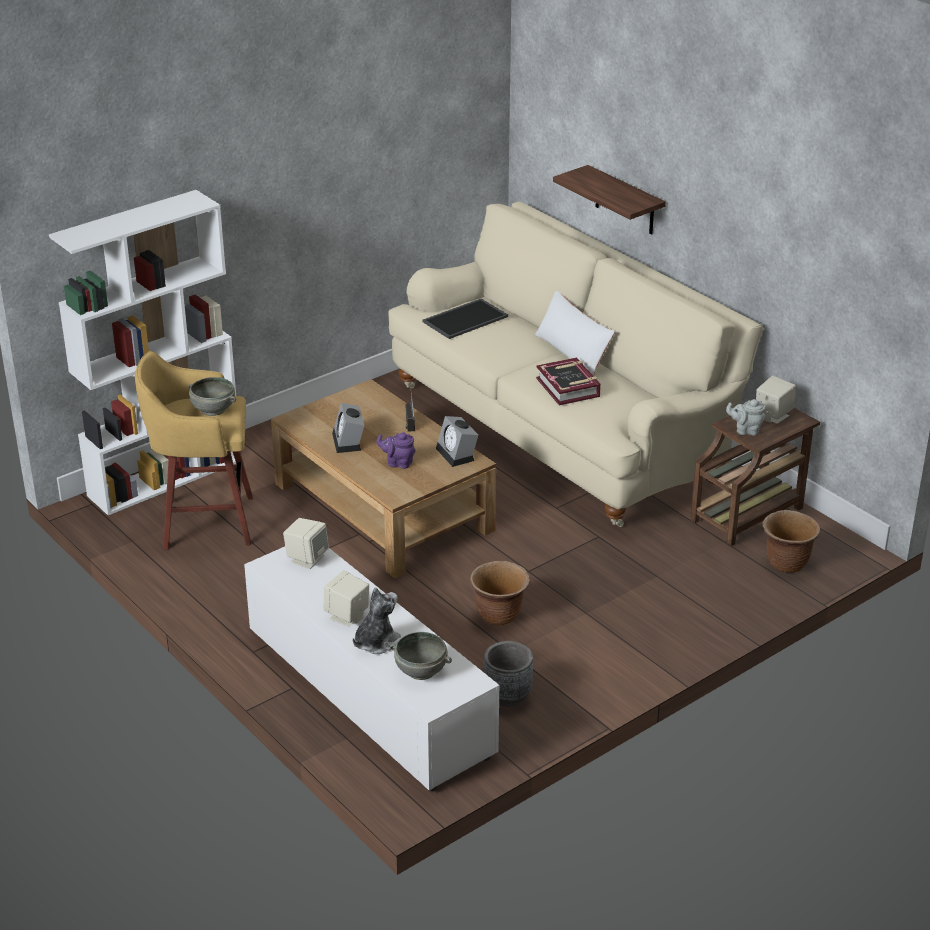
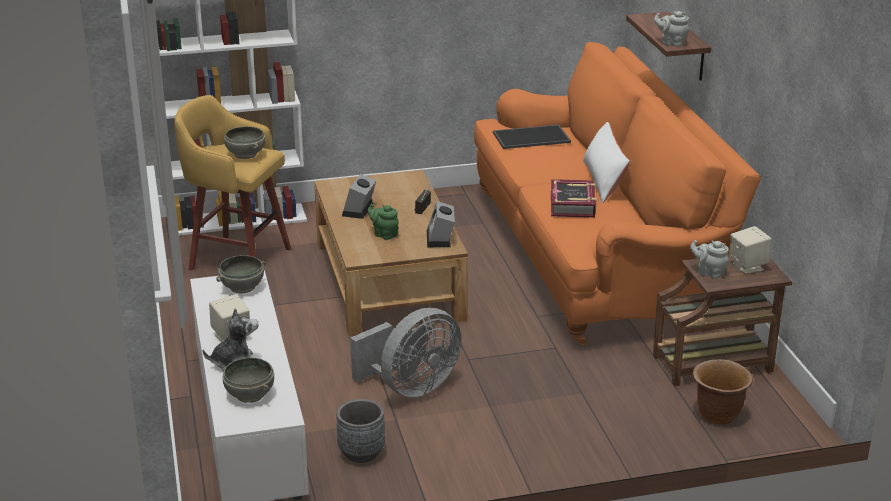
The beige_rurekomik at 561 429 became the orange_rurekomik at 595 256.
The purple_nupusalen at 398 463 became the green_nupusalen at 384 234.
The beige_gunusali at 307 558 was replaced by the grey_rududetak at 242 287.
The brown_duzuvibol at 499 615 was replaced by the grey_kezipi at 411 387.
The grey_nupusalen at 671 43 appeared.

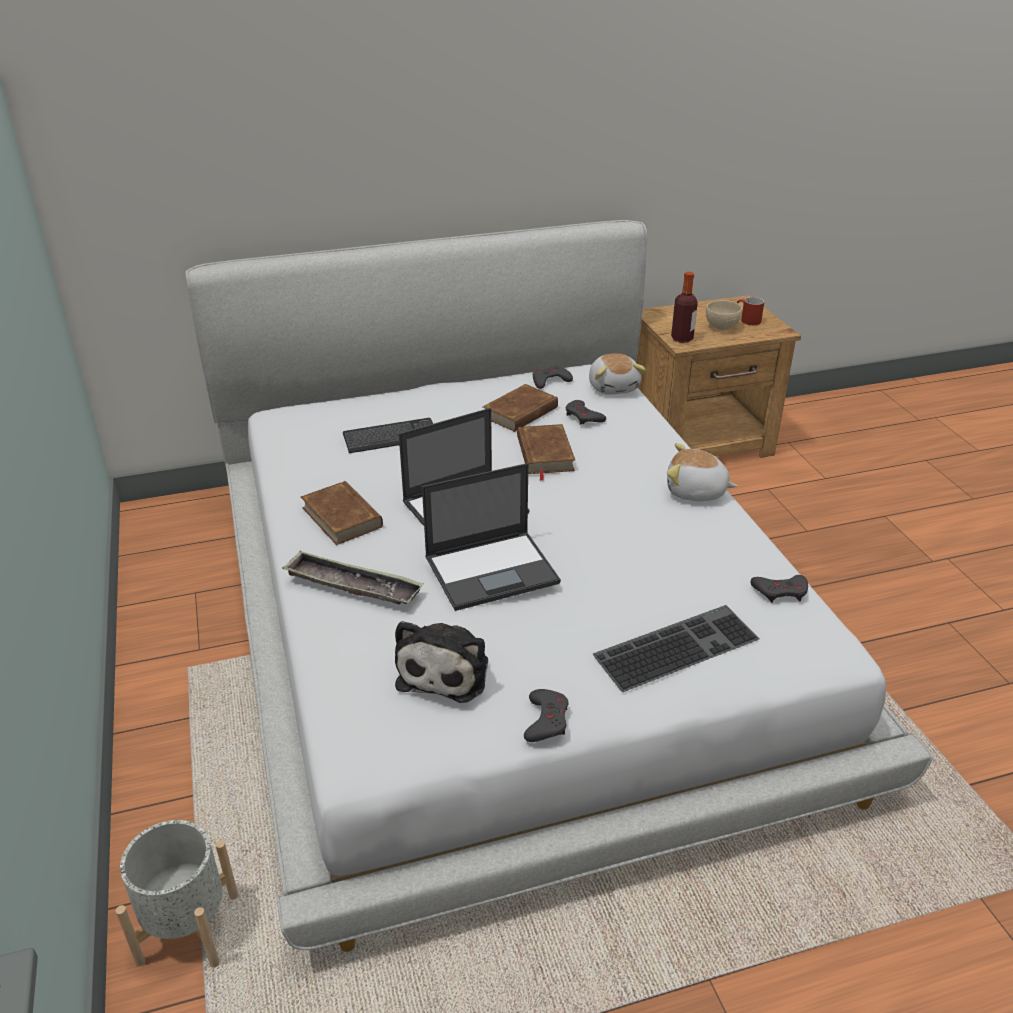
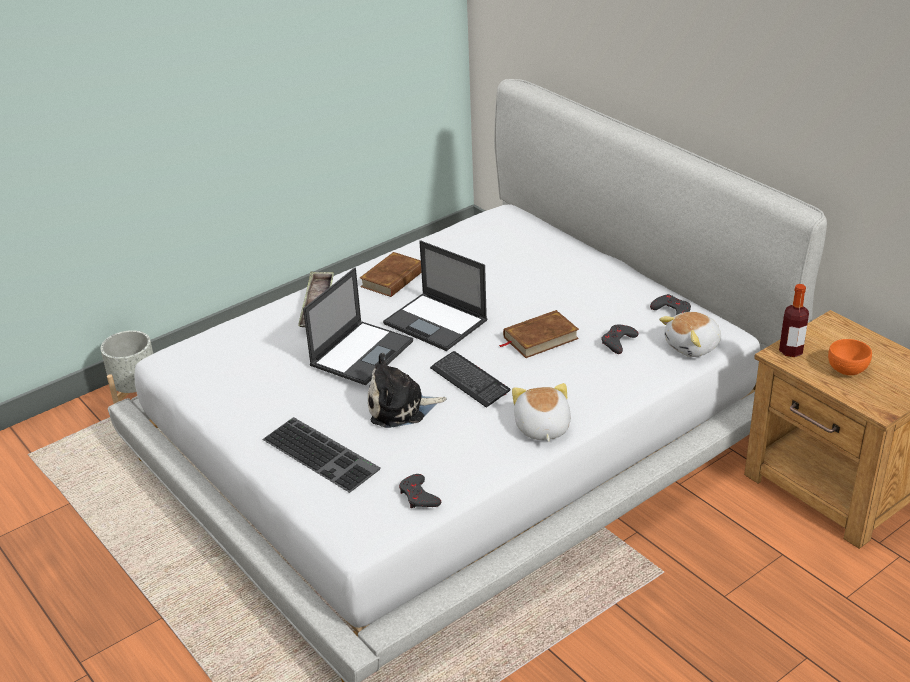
The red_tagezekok at 747 320 disappeared.
The beige_rududetak at 722 327 became the orange_rududetak at 847 371.
The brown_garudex at 521 412 disappeared.
The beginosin moved from 390 437 to 469 381.
The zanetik at 493 570 turned 105 degrees counterclockwise.
The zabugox moved from 446 670 to 400 408.
The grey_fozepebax at 546 720 disappeared.

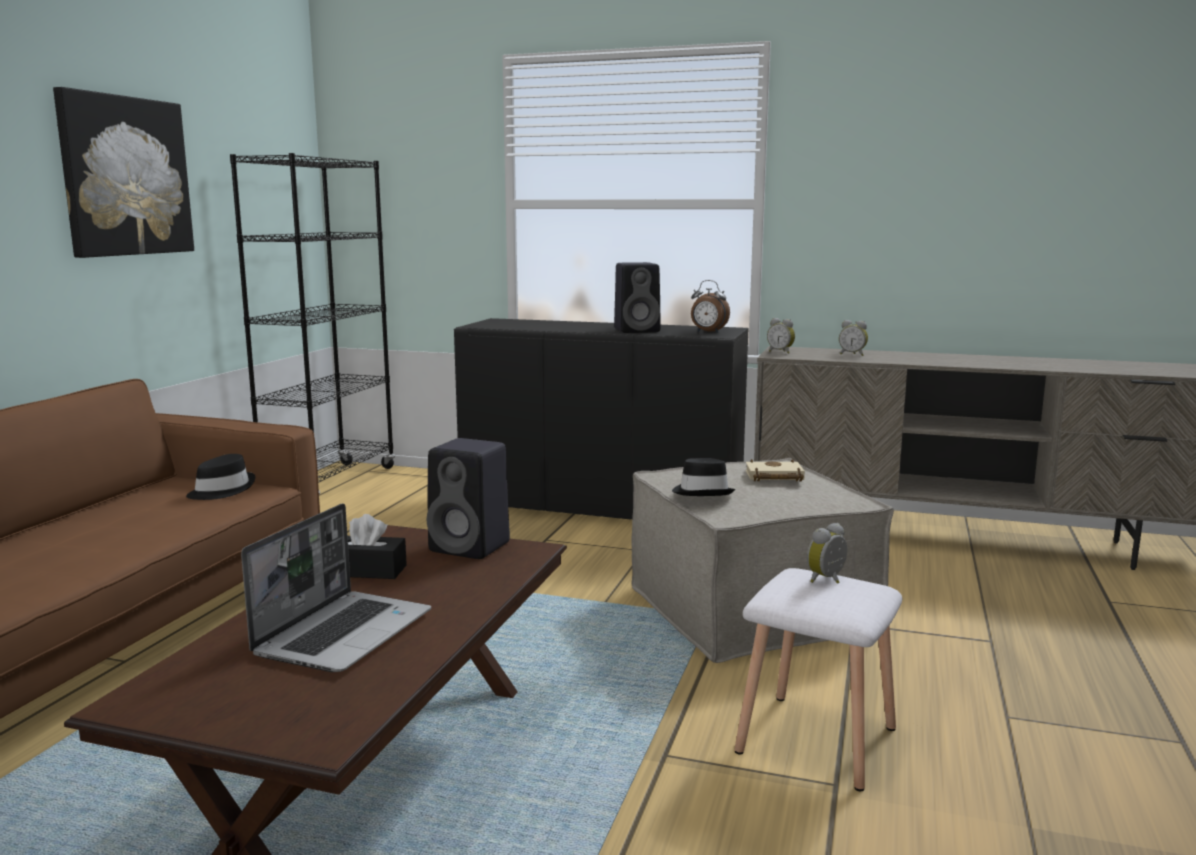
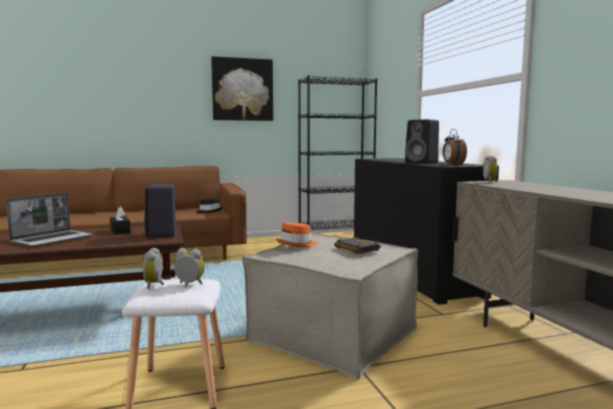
The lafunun moved from 852 354 to 155 285.
The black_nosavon at 703 492 became the orange_nosavon at 297 244.
The beige_garudex at 773 477 became the black_garudex at 355 249.
The zanetik at 344 633 turned 45 degrees counterclockwise.

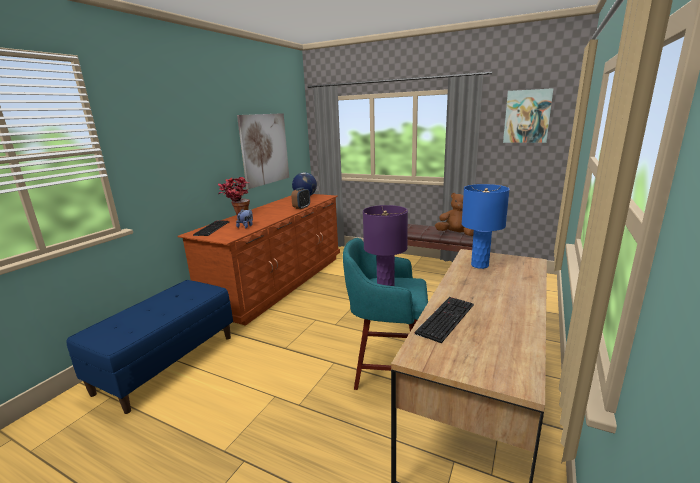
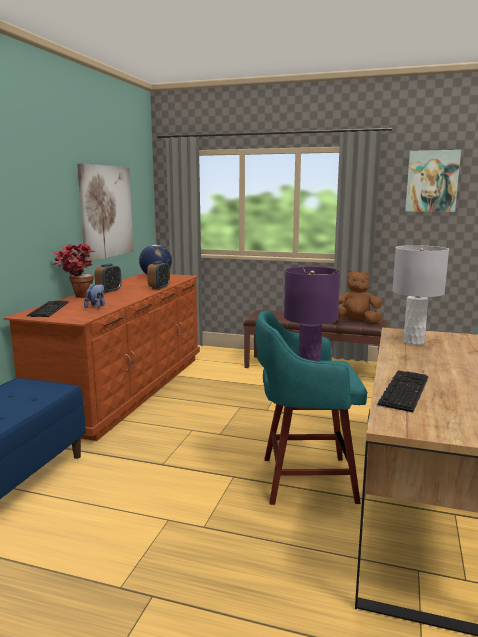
The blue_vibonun at 479 265 became the grey_vibonun at 413 342.
The lafunun at 109 291 appeared.

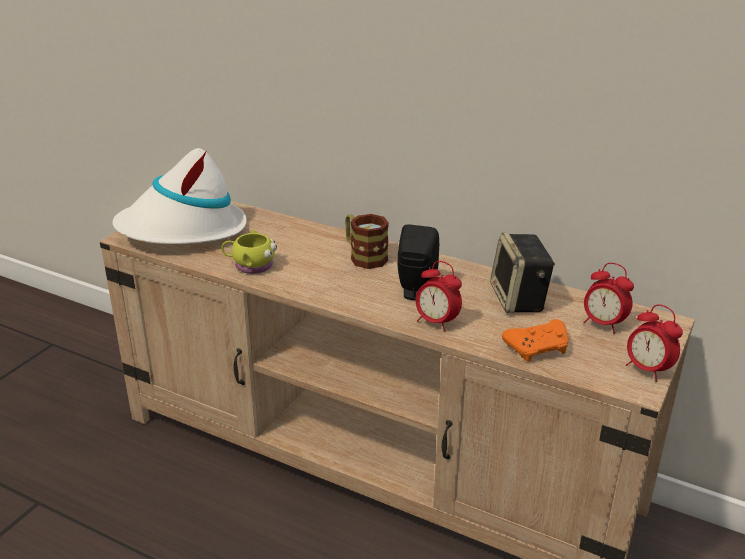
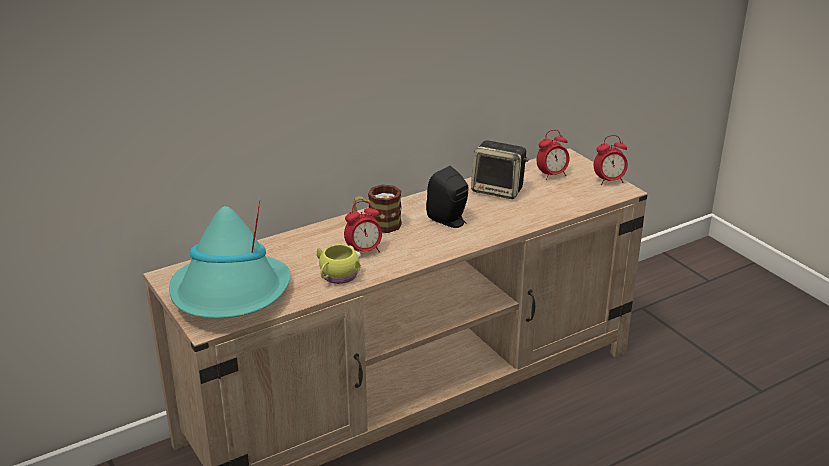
The white_nosavon at 183 230 became the turquoise_nosavon at 231 294.
The lafunun moved from 436 322 to 364 251.
The orange_fozepebax at 538 348 disappeared.

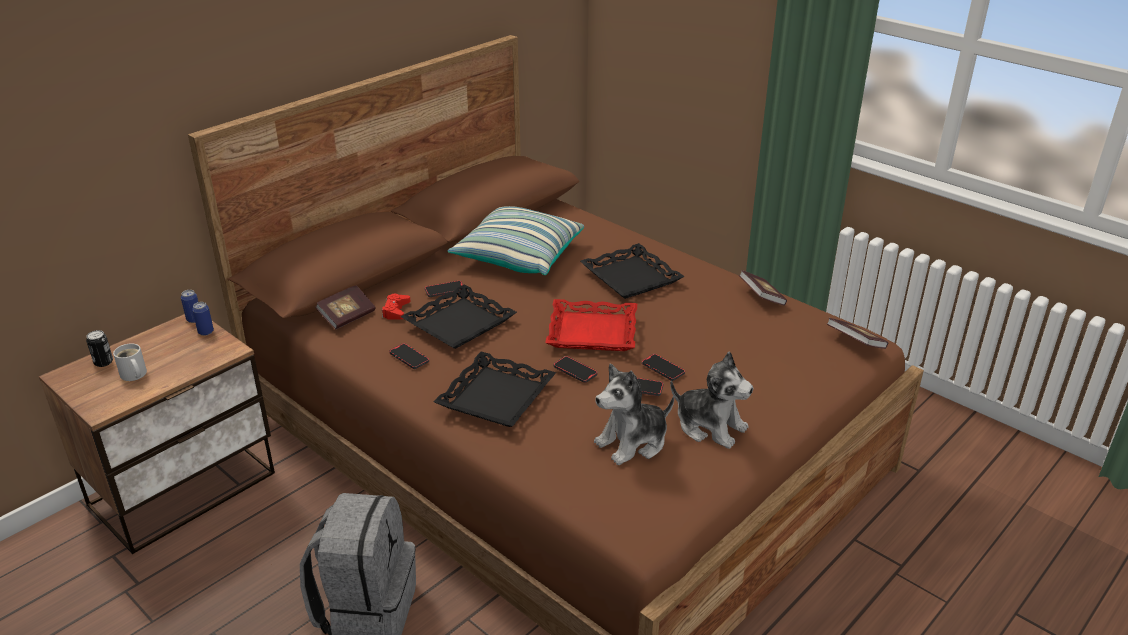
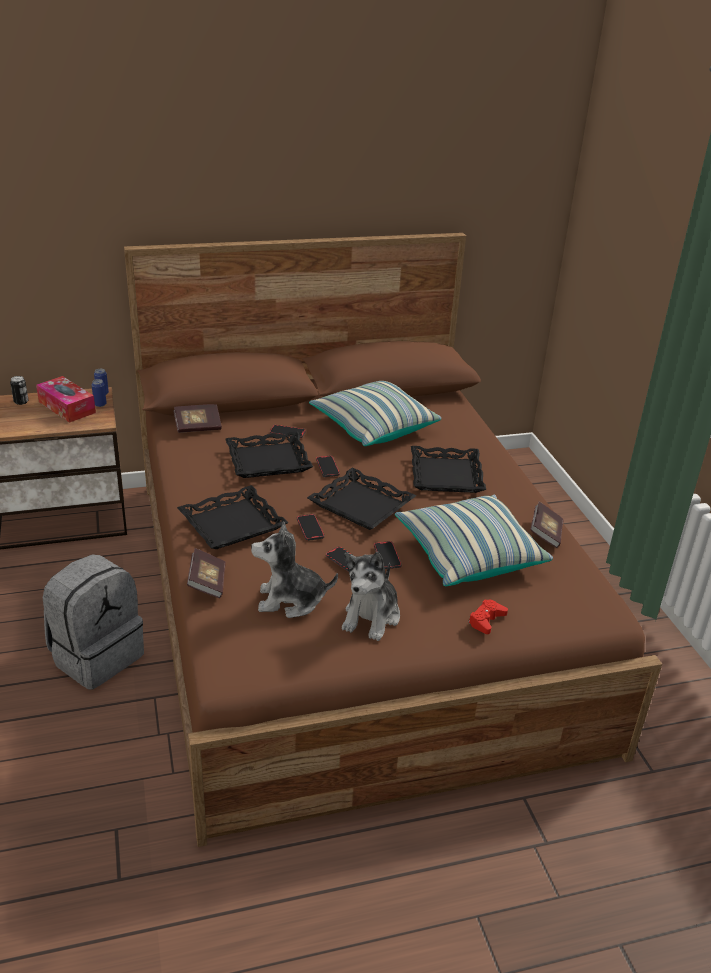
The red_fozepebax moved from 396 311 to 486 620.
The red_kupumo at 592 332 became the black_kupumo at 360 505.
The garudex moved from 855 343 to 207 583.
The white_tagezekok at 133 375 disappeared.
The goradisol moved from 409 358 to 327 468.
The zabugox at 710 426 turned 45 degrees clockwise.
The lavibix at 67 407 appeared.
The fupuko at 468 555 appeared.

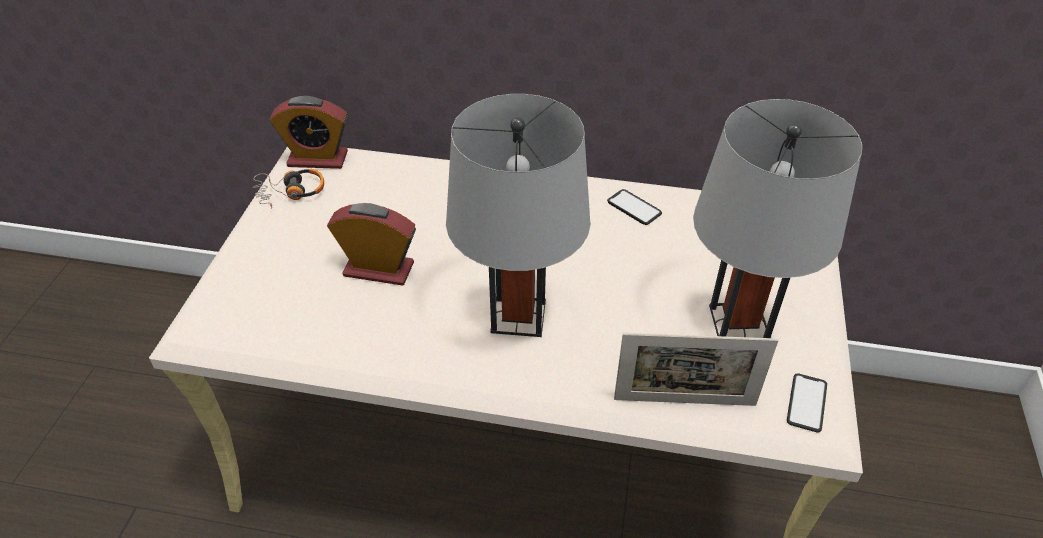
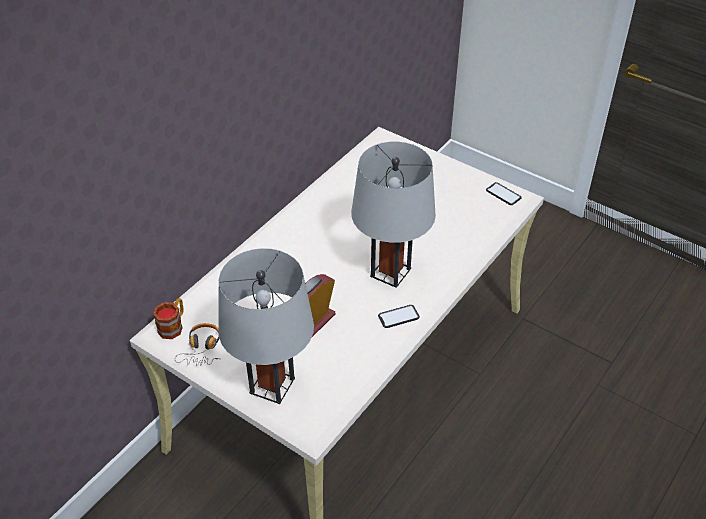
The lafunun at 317 159 was replaced by the tagezekok at 173 326.
The grey_vibonun moved from 738 323 to 272 386.
The goradisol moved from 634 208 to 398 317.
The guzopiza at 684 402 disappeared.

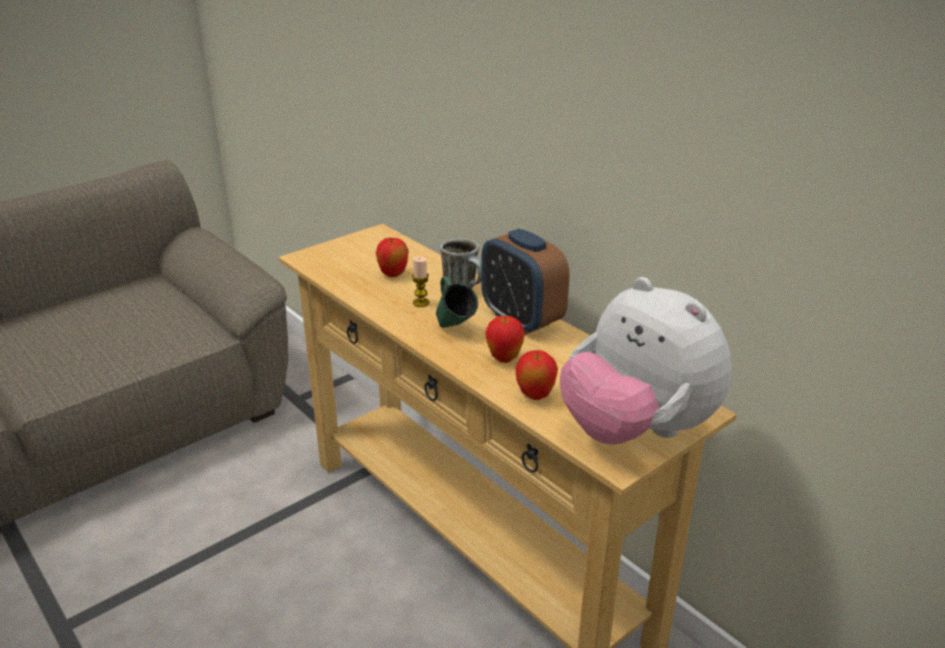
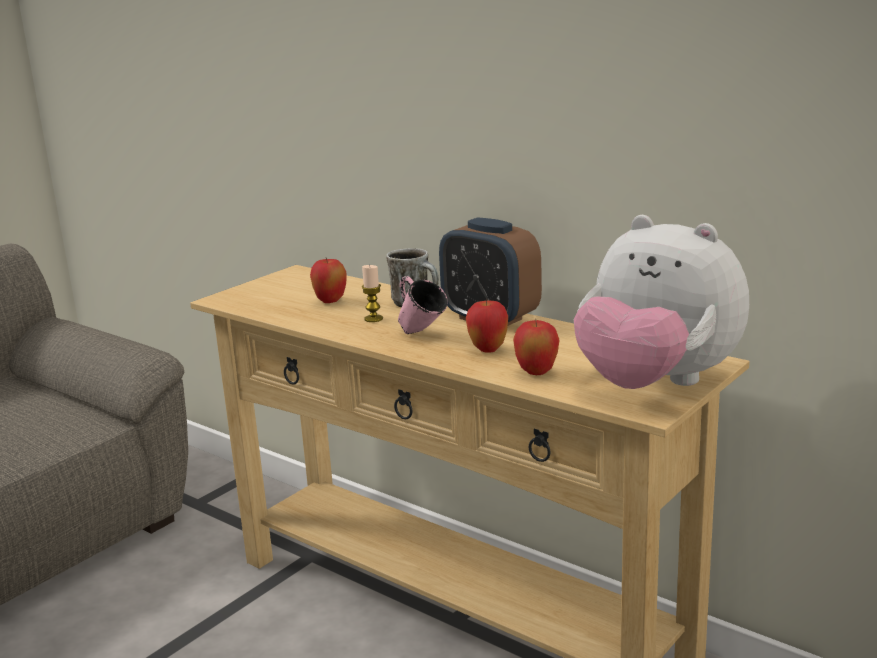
The green_tagezekok at 454 329 became the pink_tagezekok at 421 334.

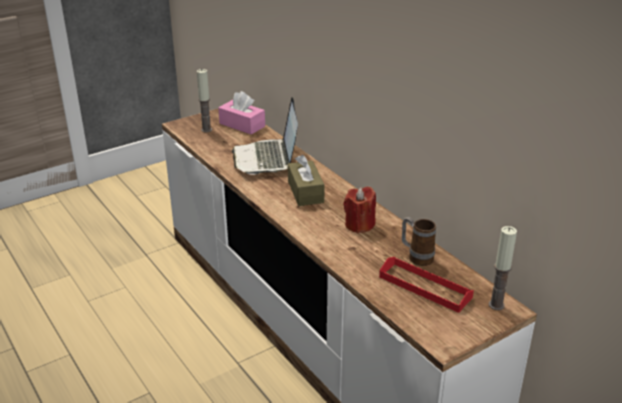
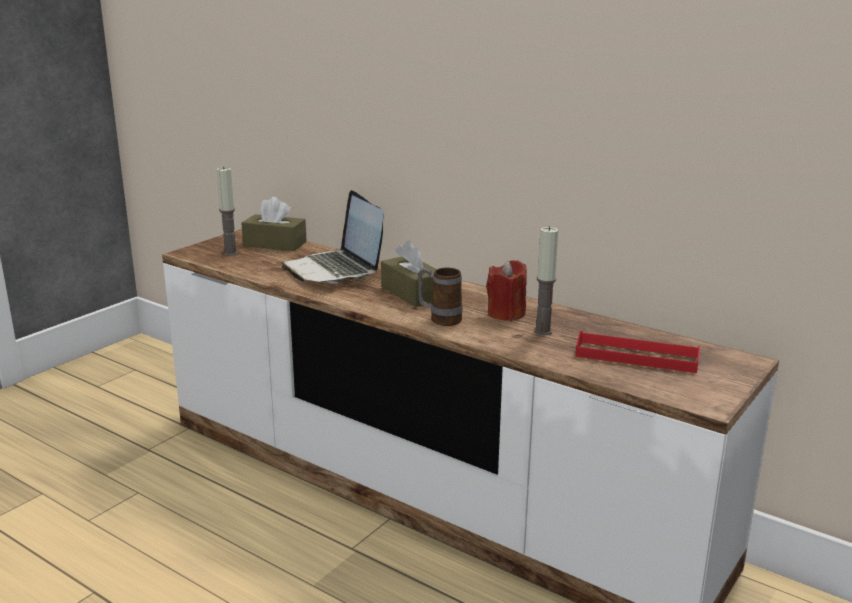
The pink_lavibix at 242 125 became the brown_lavibix at 275 244.
The tagezekok moved from 416 257 to 439 319.
The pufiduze moved from 496 305 to 543 331.

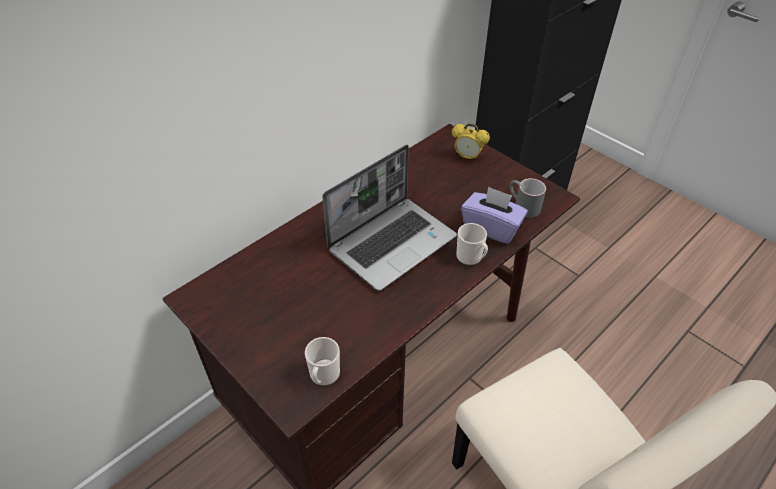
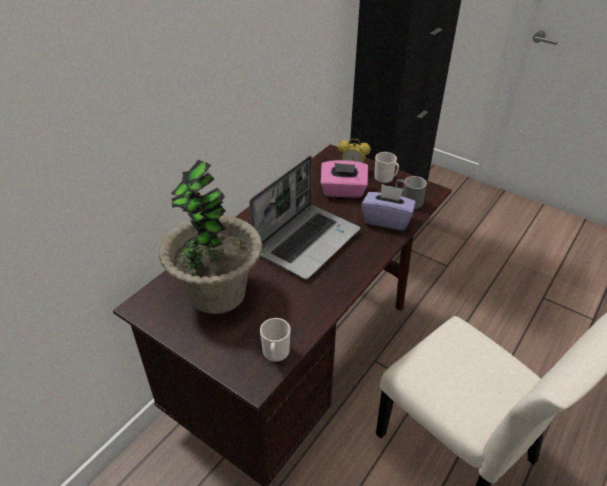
The tagezekok moved from 471 257 to 385 178.
The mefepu at 217 293 appeared.
The pink_lavibix at 343 191 appeared.

